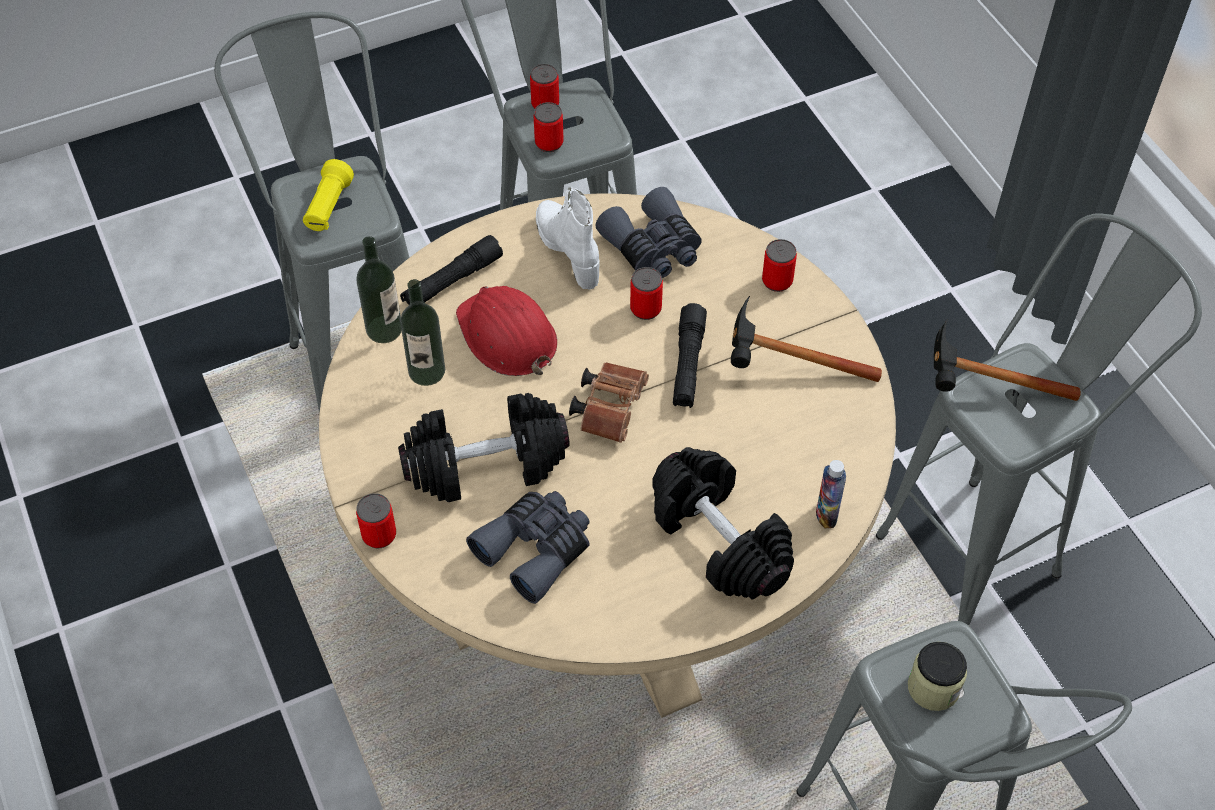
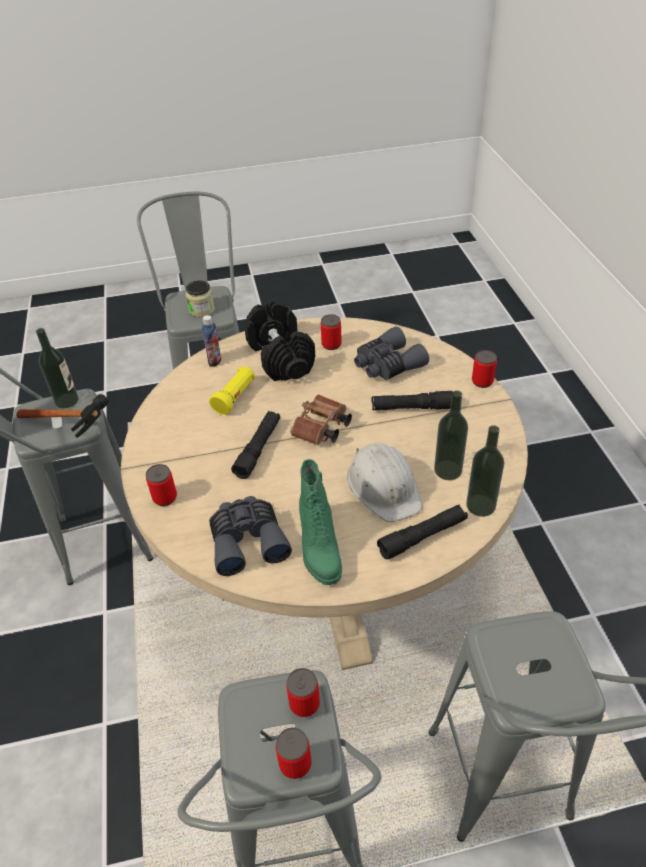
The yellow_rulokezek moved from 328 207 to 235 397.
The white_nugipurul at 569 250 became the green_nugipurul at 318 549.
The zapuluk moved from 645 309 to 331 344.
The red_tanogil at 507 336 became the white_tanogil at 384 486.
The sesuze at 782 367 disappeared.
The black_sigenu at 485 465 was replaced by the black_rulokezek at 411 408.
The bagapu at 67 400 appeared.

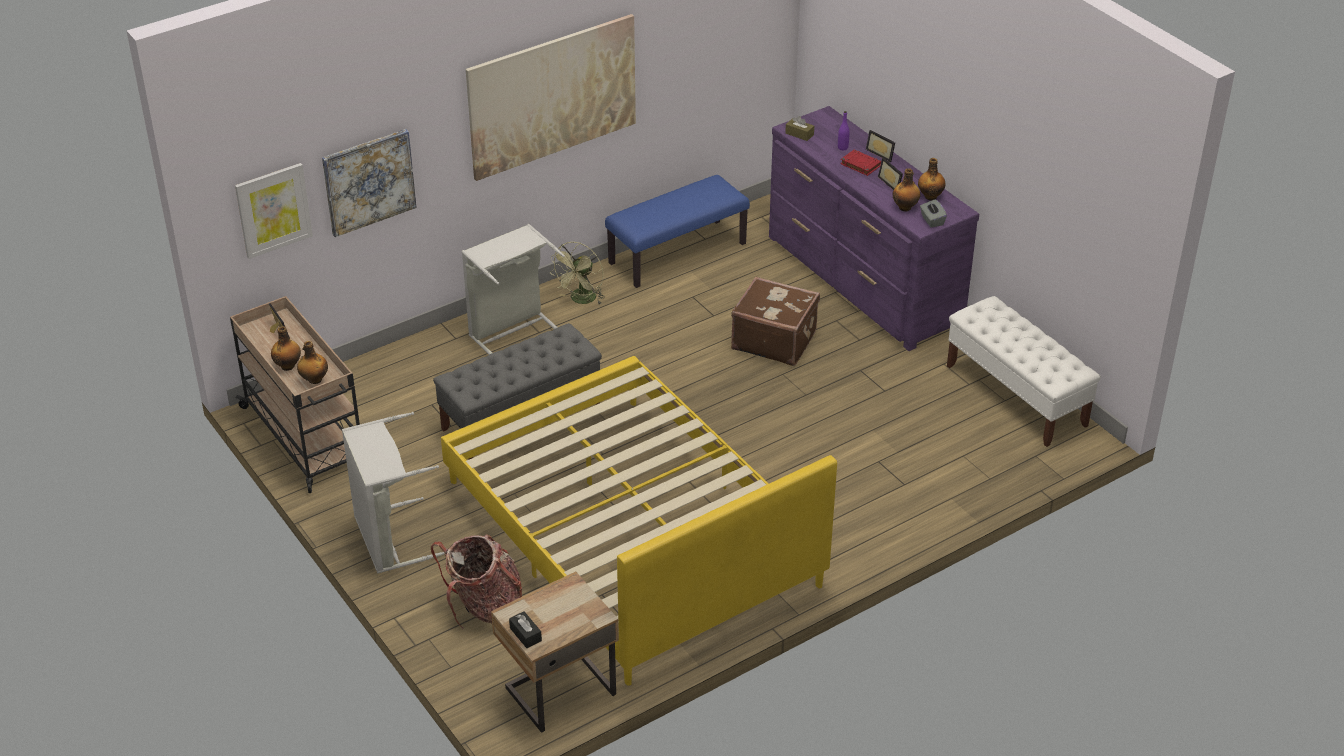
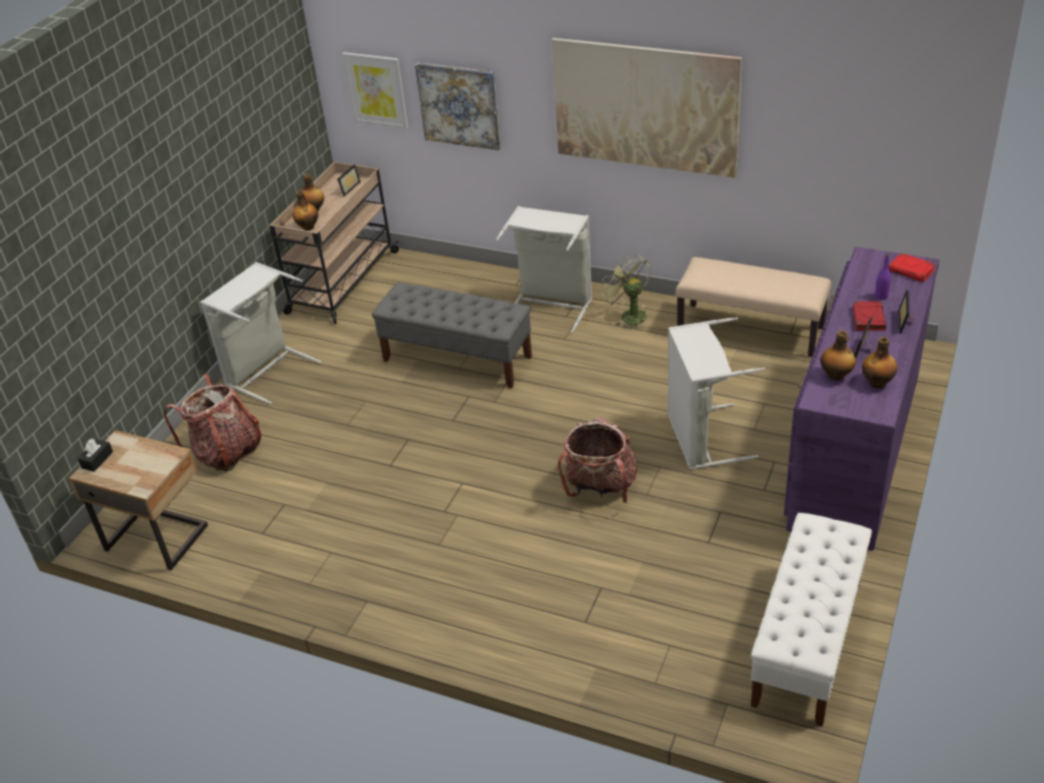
The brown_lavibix at 799 134 disappeared.
The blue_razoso at 677 253 became the beige_razoso at 751 330.
The grey_lavibix at 932 220 disappeared.
The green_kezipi at 581 300 turned 60 degrees clockwise.
The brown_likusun at 774 340 was replaced by the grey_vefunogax at 701 438.
The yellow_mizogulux at 630 533 disappeared.
The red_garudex at 912 270 appeared.
The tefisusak at 600 487 appeared.

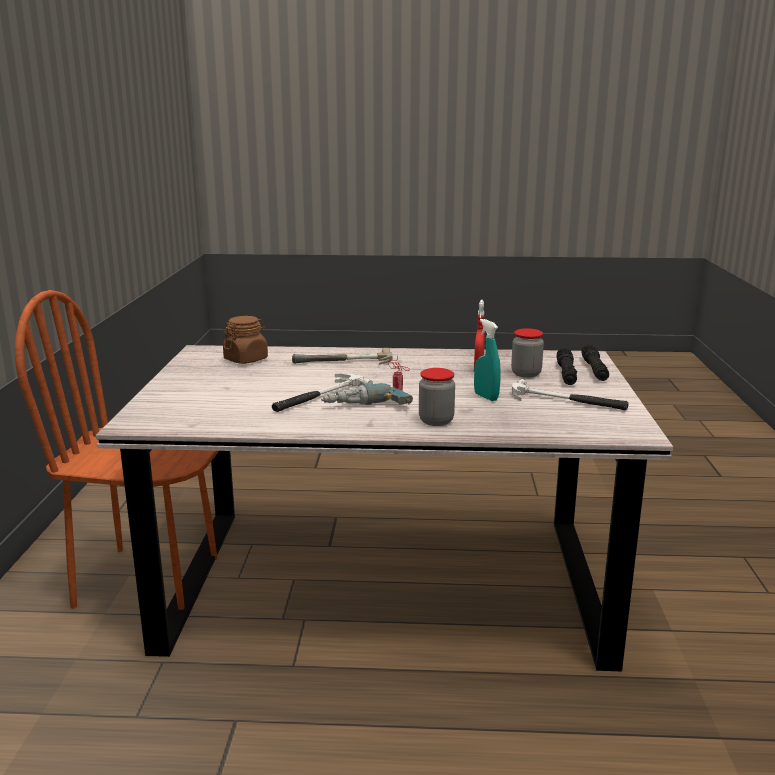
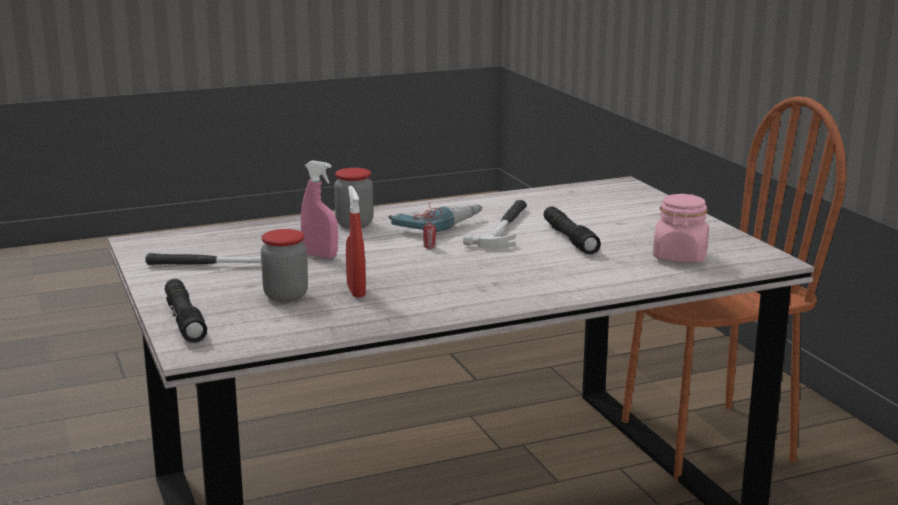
The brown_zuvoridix at 246 359 became the pink_zuvoridix at 680 257.
The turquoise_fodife at 486 397 became the pink_fodife at 320 255.
The black_rulokezek moved from 566 374 to 569 238.
The sesuze at 344 362 disappeared.

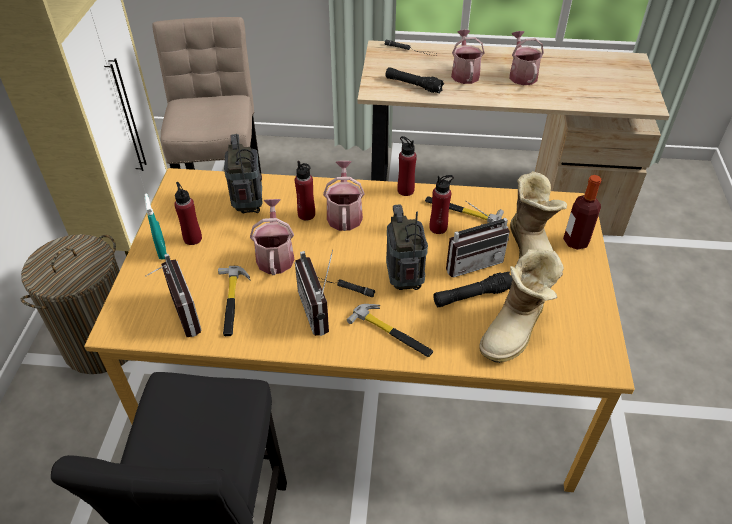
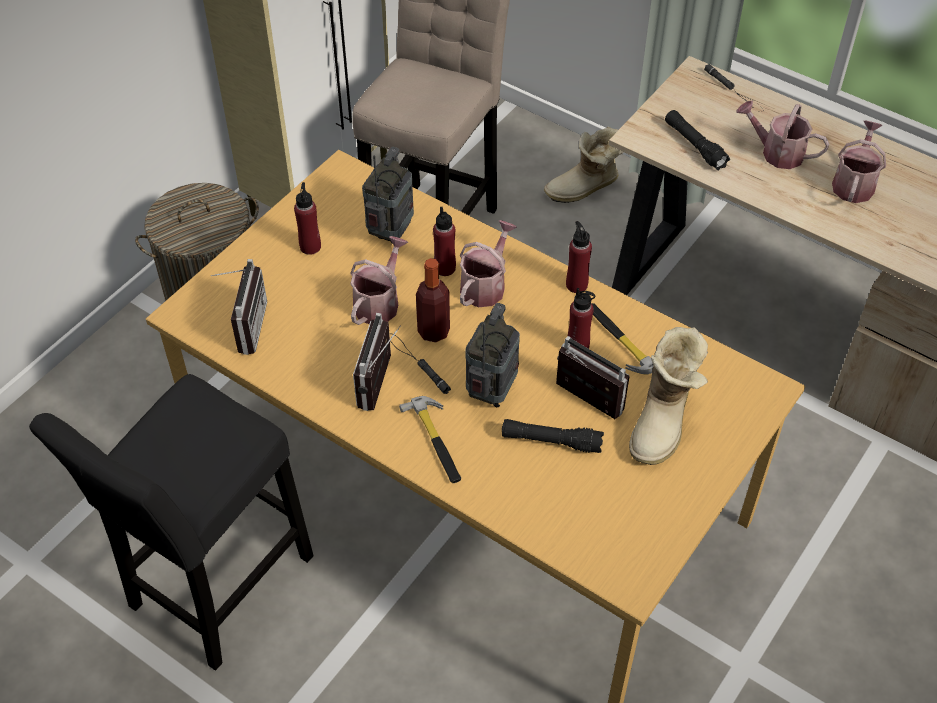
The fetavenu at 464 73 turned 90 degrees counterclockwise.
The bagapu moved from 575 241 to 433 331.
The turquoise_fodife at 162 251 disappeared.
The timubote at 471 261 turned 150 degrees counterclockwise.
The nugipurul moved from 516 330 to 585 188.
The sesuze at 232 302 disappeared.

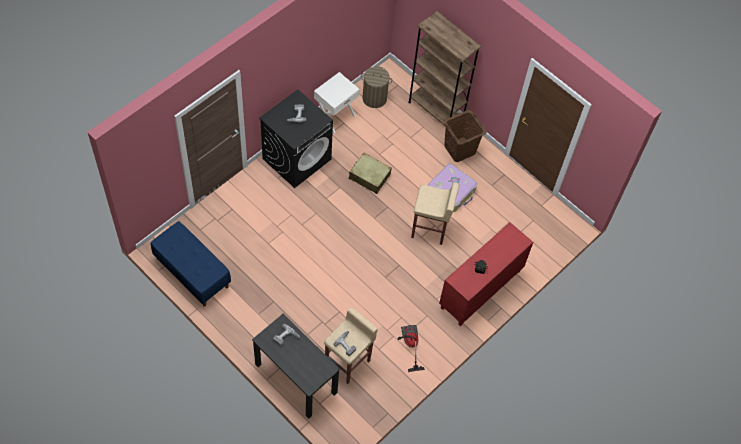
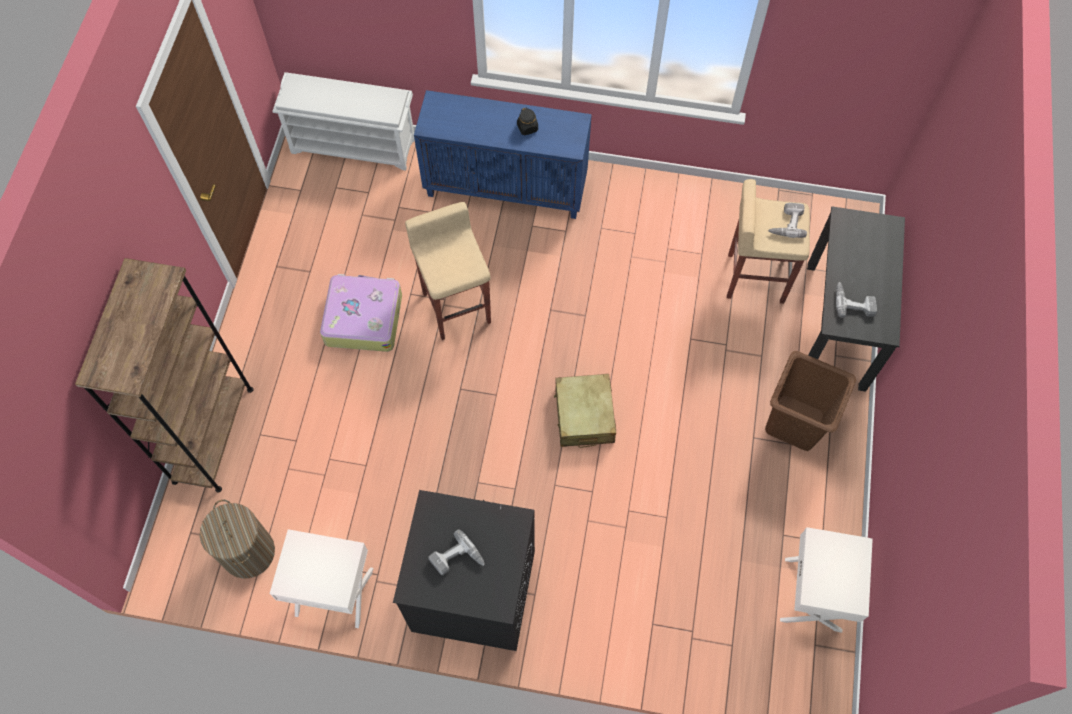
The brown_vefunogax moved from 459 149 to 795 423.
The beige_likusun moved from 369 176 to 584 416.
The blue_razoso at 192 273 was replaced by the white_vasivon at 814 594.
The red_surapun at 480 290 became the blue_surapun at 507 188.
The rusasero at 409 345 disappeared.
The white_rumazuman at 354 145 appeared.

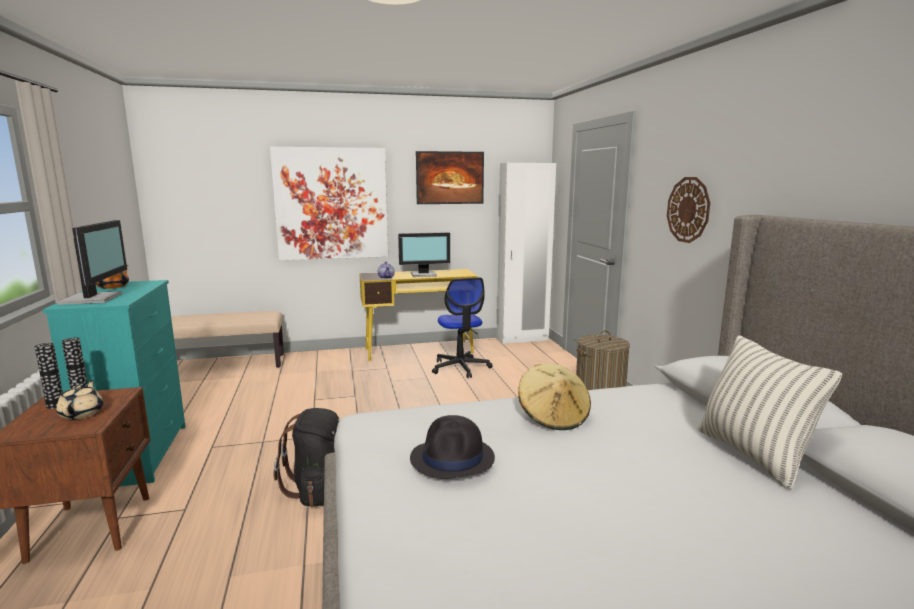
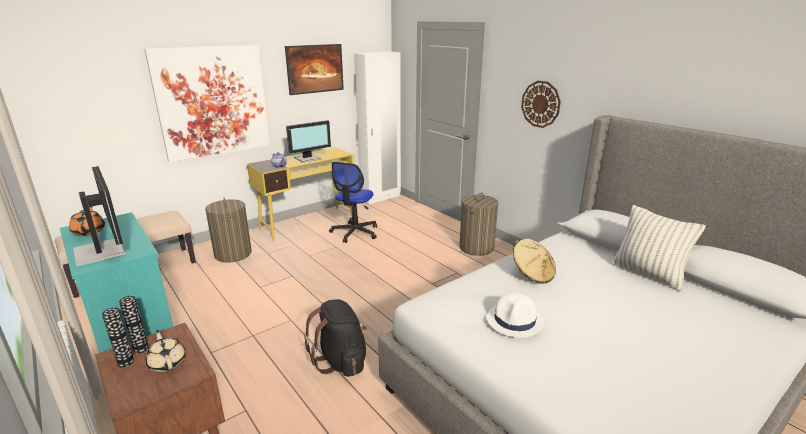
The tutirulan at 460 368 turned 60 degrees clockwise.
The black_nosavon at 453 459 became the white_nosavon at 515 321.
The vefunogax at 233 254 appeared.

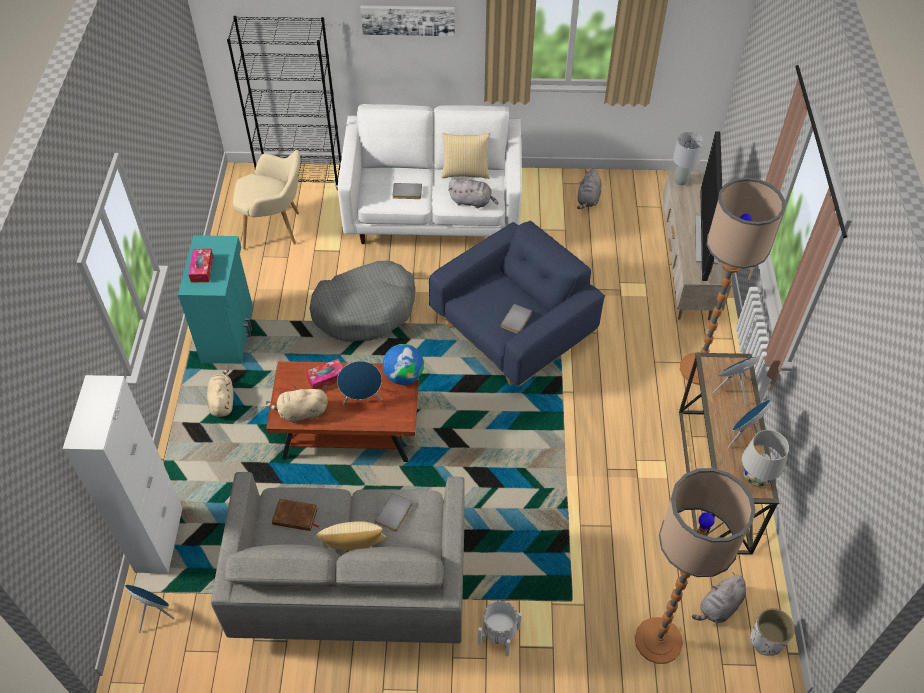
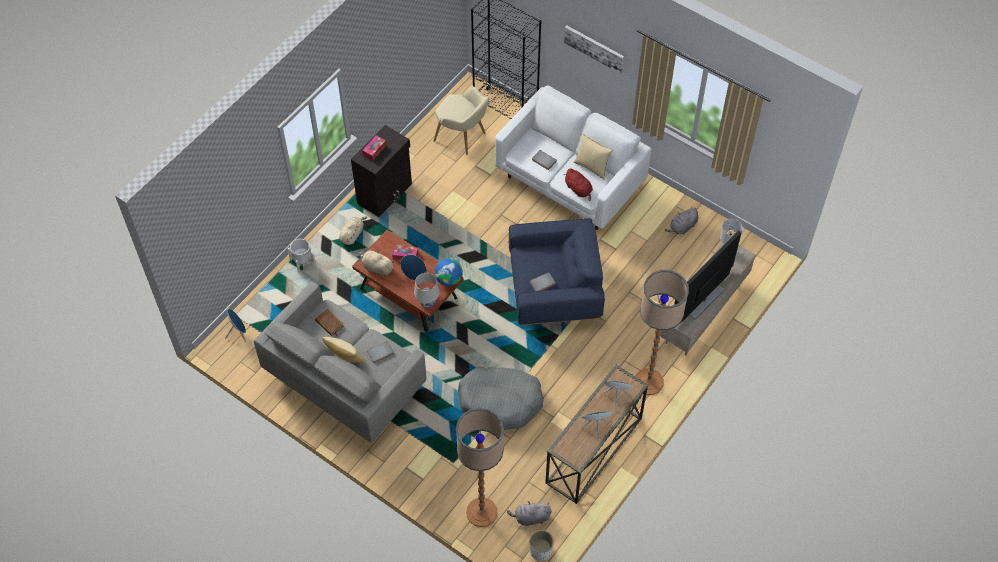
The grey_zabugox at 472 201 became the red_zabugox at 579 189.
The turquoise_surapun at 229 333 became the black_surapun at 385 194.
The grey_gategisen moved from 365 309 to 500 402.
The white_surapun at 159 539 disappeared.
The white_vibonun moved from 756 477 to 427 301.
The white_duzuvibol moved from 499 635 to 303 262.

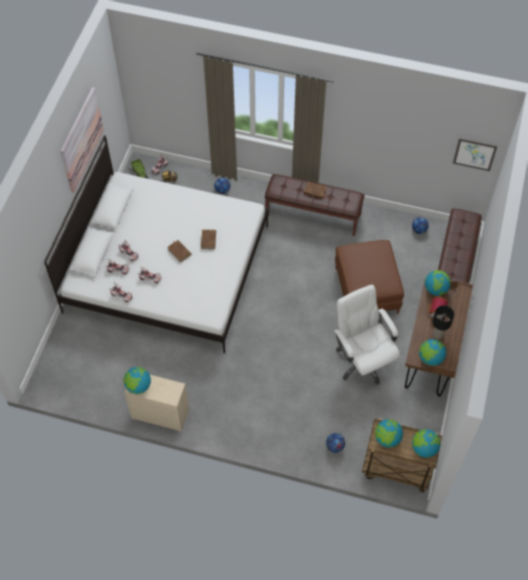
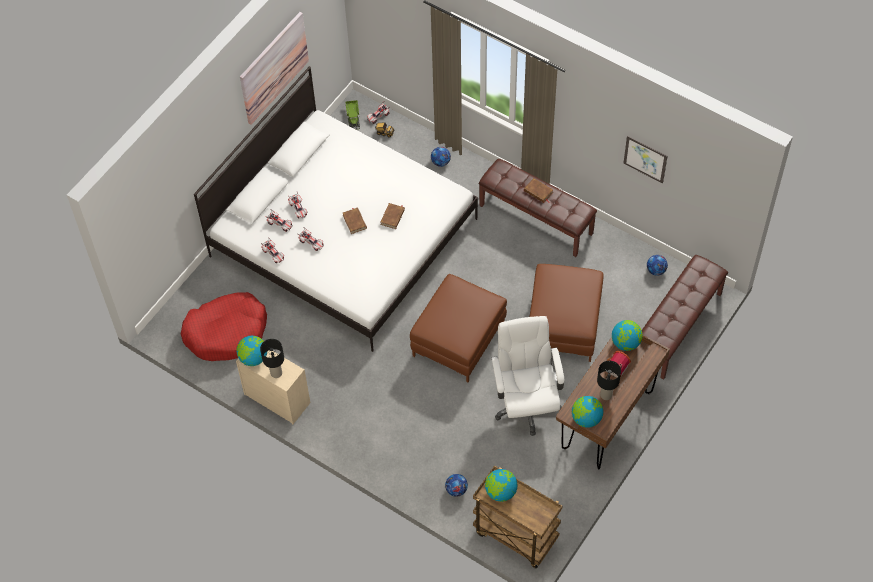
The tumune moved from 474 154 to 645 159.
The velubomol at 424 448 disappeared.
The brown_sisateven at 458 339 appeared.
The red_gategisen at 226 332 appeared.
The black_vibonun at 276 372 appeared.

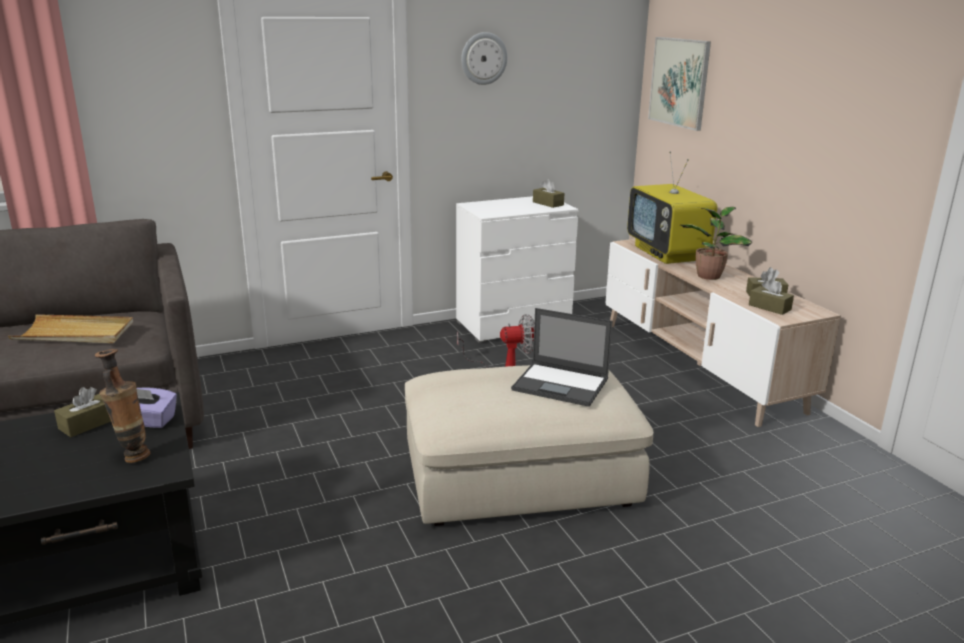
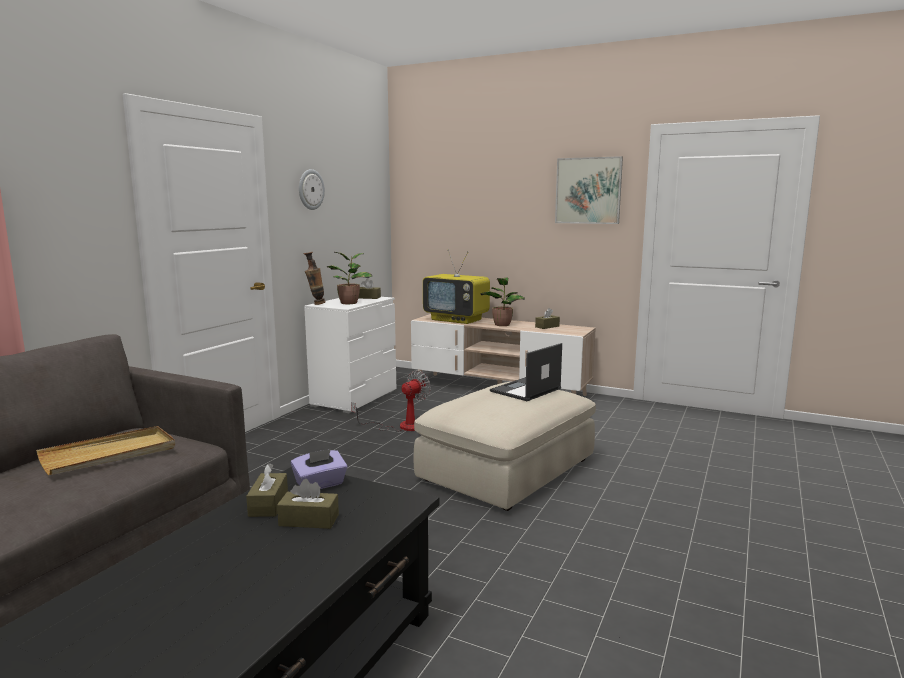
The tumune moved from 679 82 to 588 190.
The brown_lavibix moved from 769 307 to 309 520.
The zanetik at 561 384 turned 150 degrees clockwise.
The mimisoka moved from 132 456 to 315 304.
The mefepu at 350 303 appeared.

